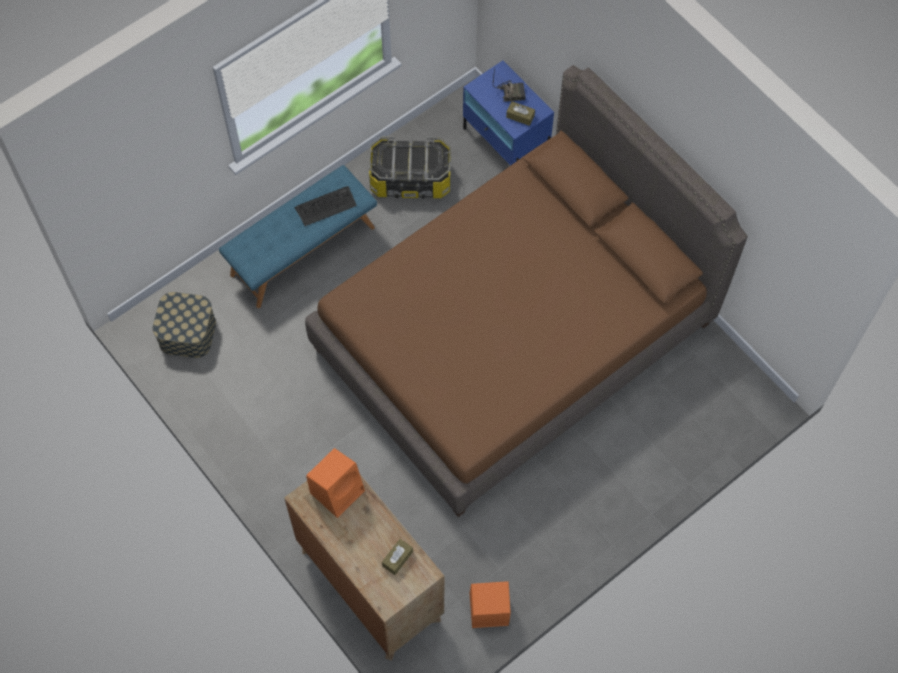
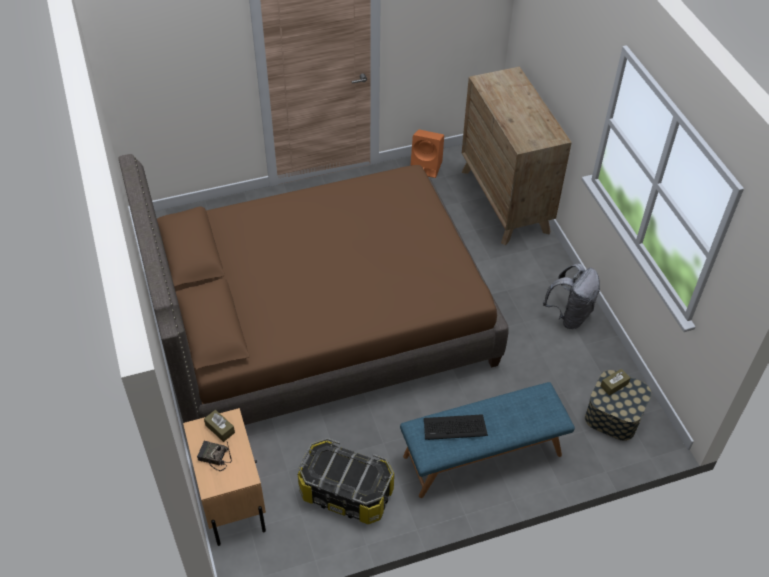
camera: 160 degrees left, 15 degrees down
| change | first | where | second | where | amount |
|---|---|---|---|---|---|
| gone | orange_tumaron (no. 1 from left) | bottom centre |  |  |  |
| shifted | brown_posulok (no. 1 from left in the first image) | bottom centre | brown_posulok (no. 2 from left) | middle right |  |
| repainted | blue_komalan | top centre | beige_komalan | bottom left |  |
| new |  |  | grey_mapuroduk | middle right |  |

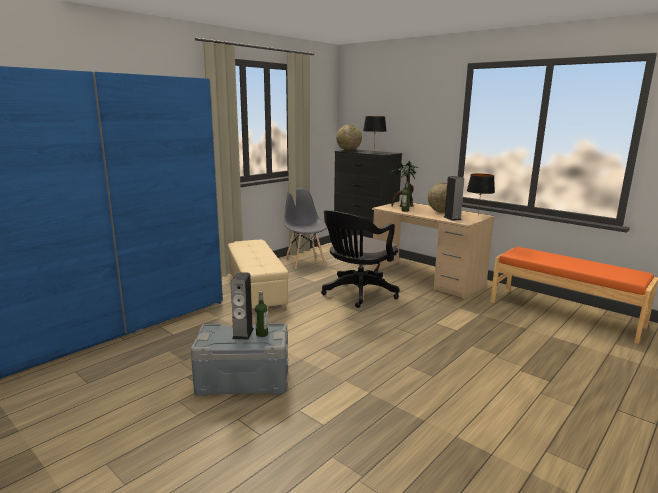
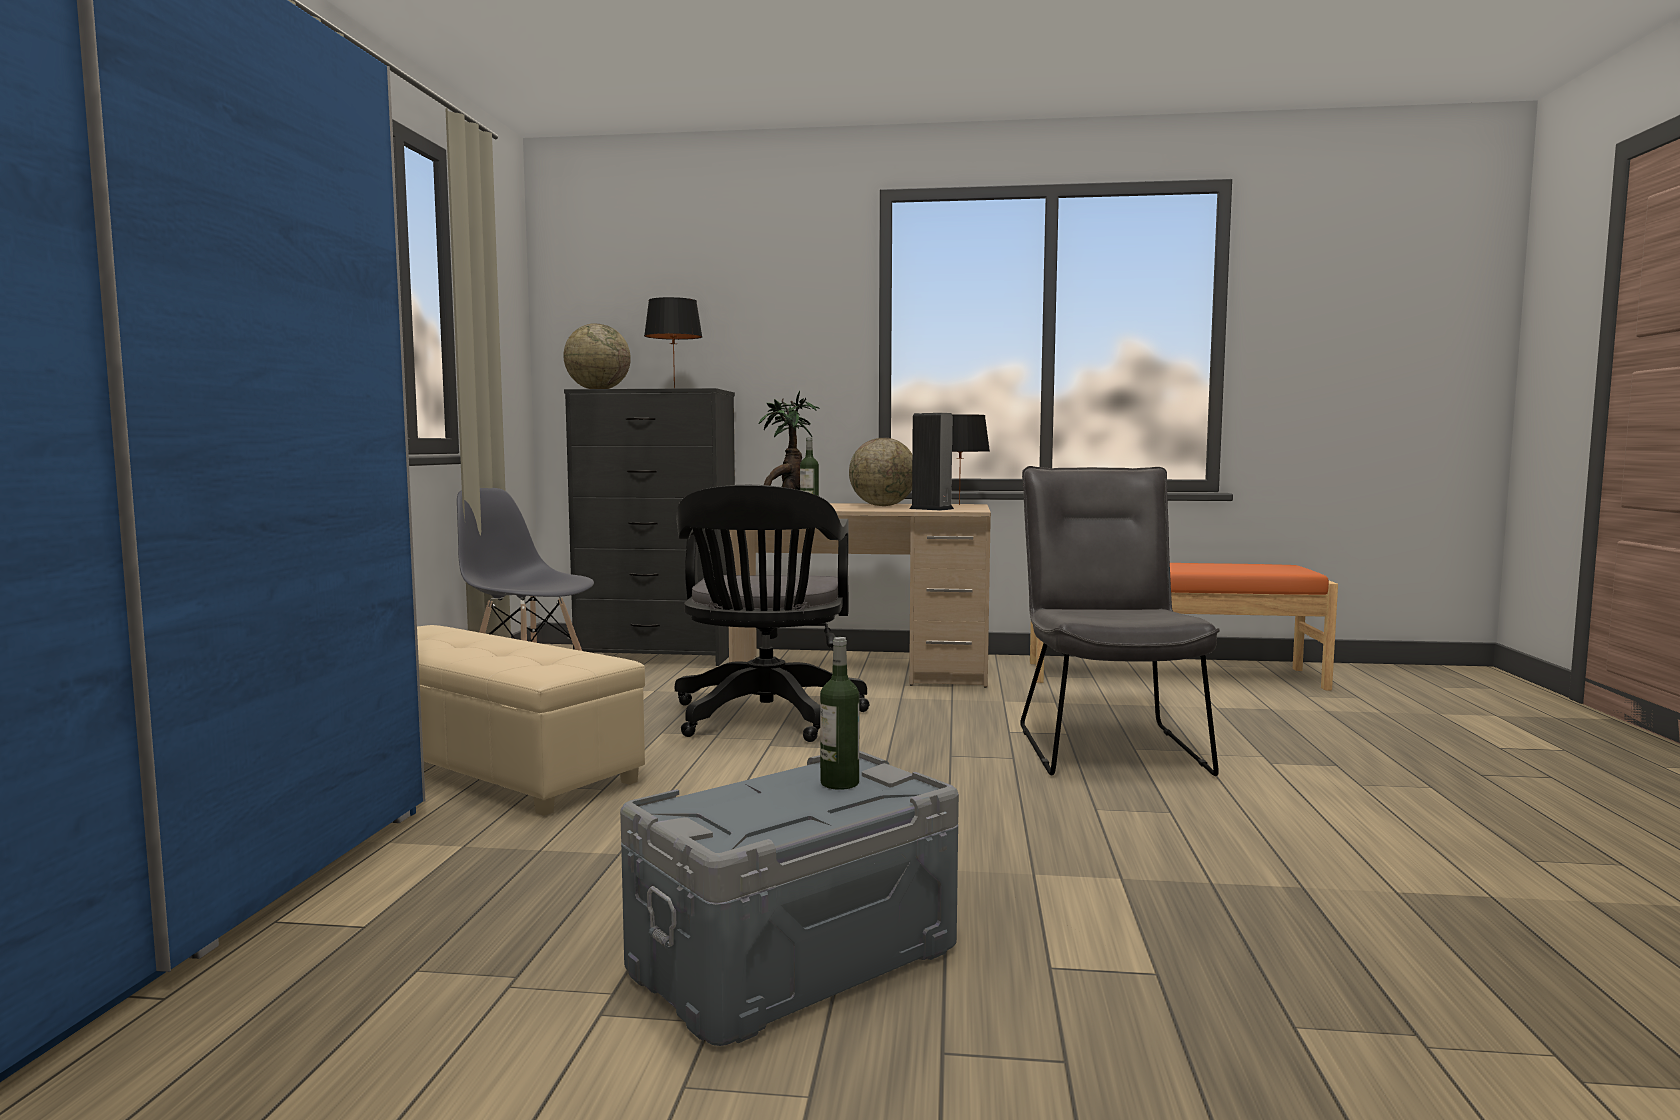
camera: 35 degrees left, 10 degrees down
| change | first | where | second | where | amount |
|---|---|---|---|---|---|
| gone | tumaron (no. 1 from left) | centre |  |  |  |
| new |  |  | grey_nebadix (no. 2 from left) | middle right |  |

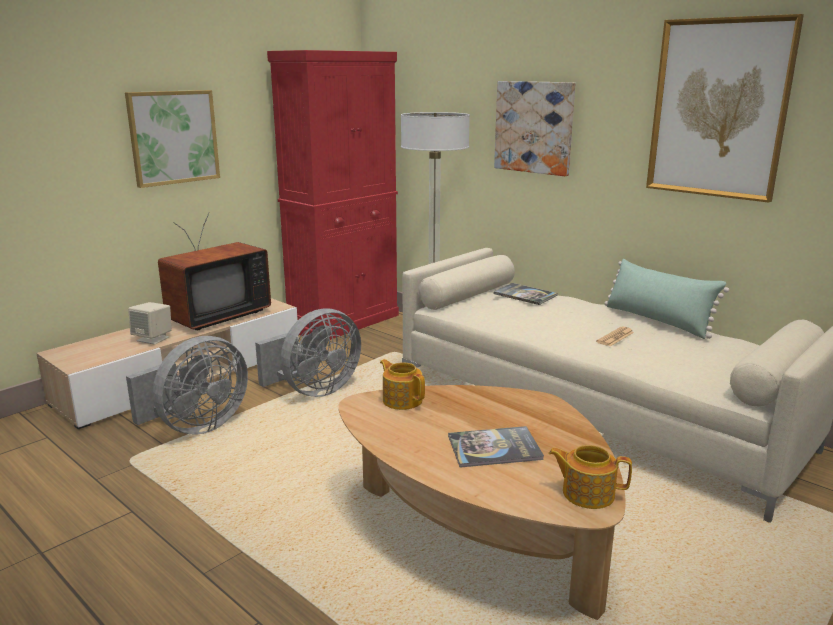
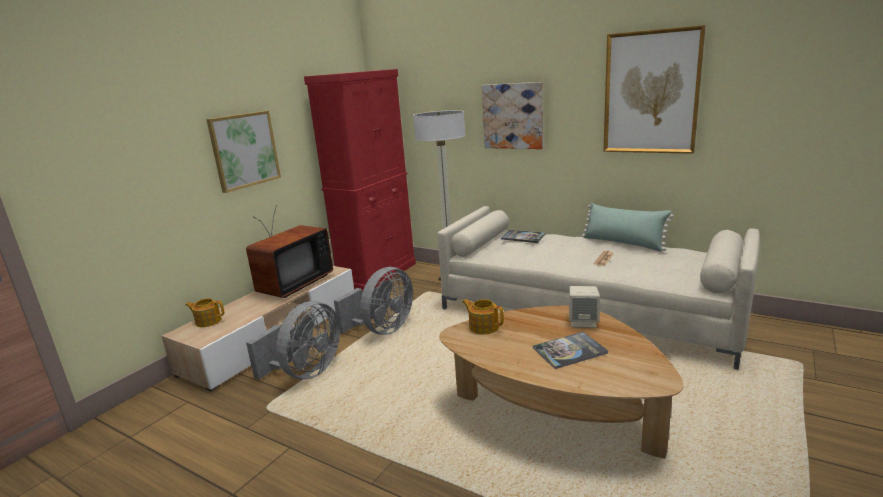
camera: 10 degrees left, 0 degrees up
| change | first | where | second | where | amount |
|---|---|---|---|---|---|
| shifted | beige_tumaron | middle left |  | centre |  |
| shifted | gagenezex (no. 2 from left in the first image) | bottom right | gagenezex (no. 1 from left) | middle left |  |

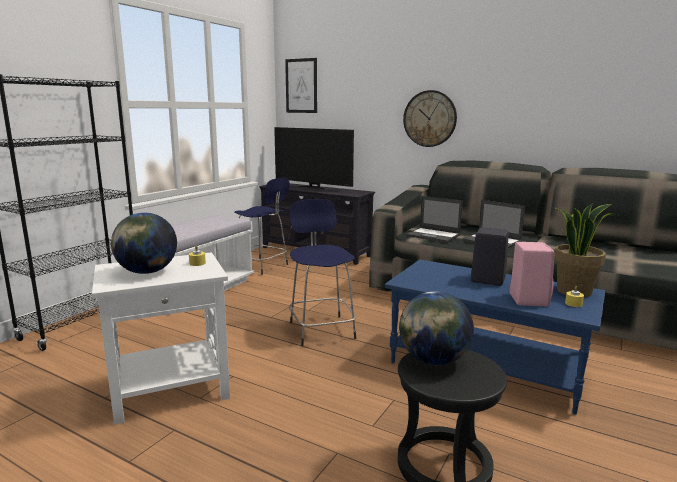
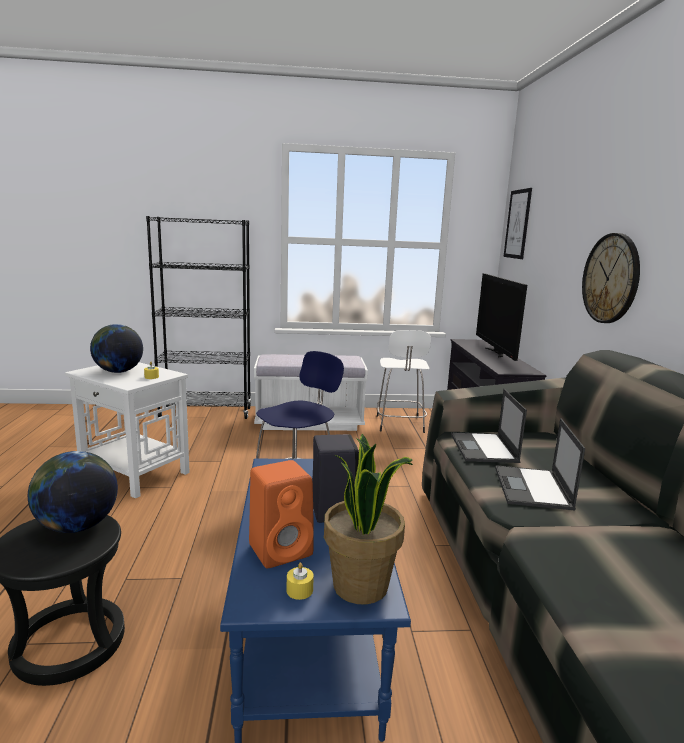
camera: 55 degrees right, 0 degrees up
| change | first | where | second | where | amount |
|---|---|---|---|---|---|
| repainted | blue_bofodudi (no. 1 from left) | centre | white_bofodudi | centre |  |
| repainted | pink_tumaron | middle right | orange_tumaron | bottom centre |  |

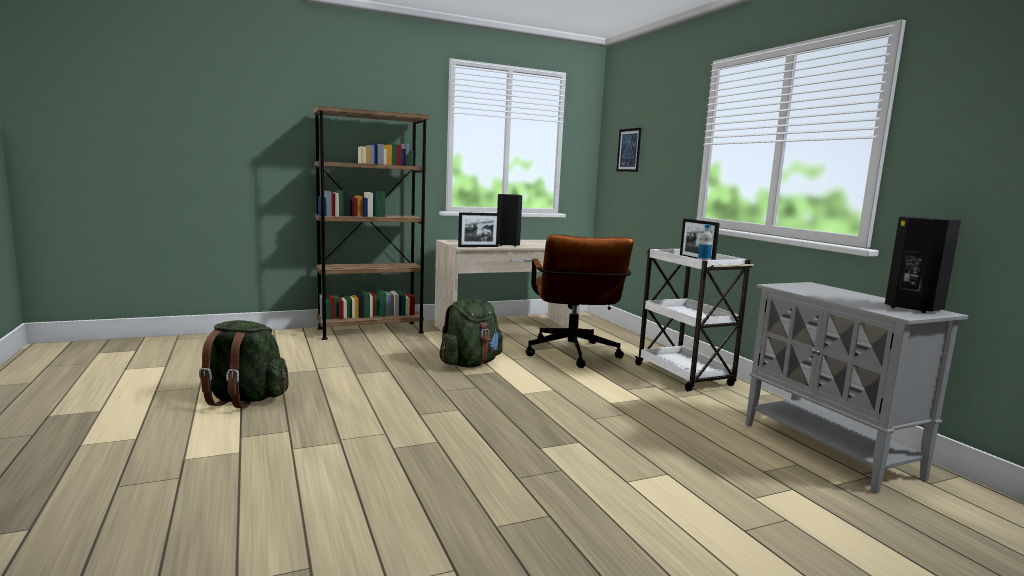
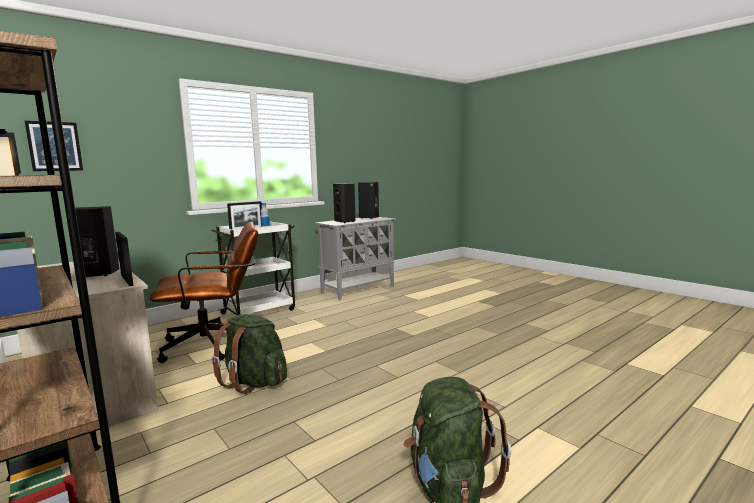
camera: 105 degrees left, 0 degrees up
| change | first | where | second | where | amount |
|---|---|---|---|---|---|
| new |  |  | black_tumaron (no. 2 from left) | centre |  |

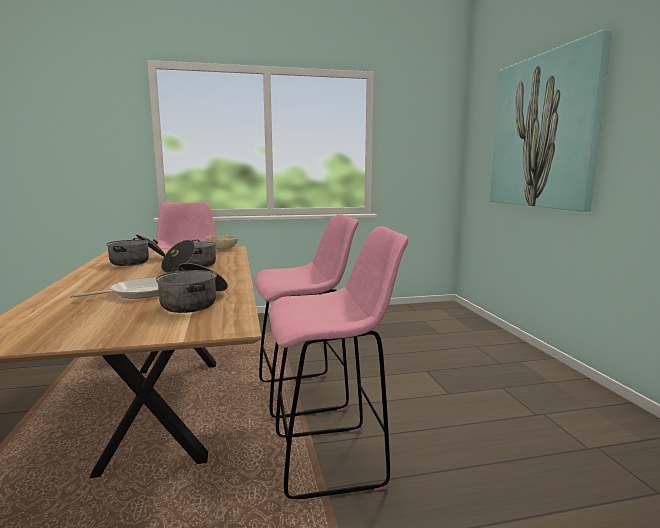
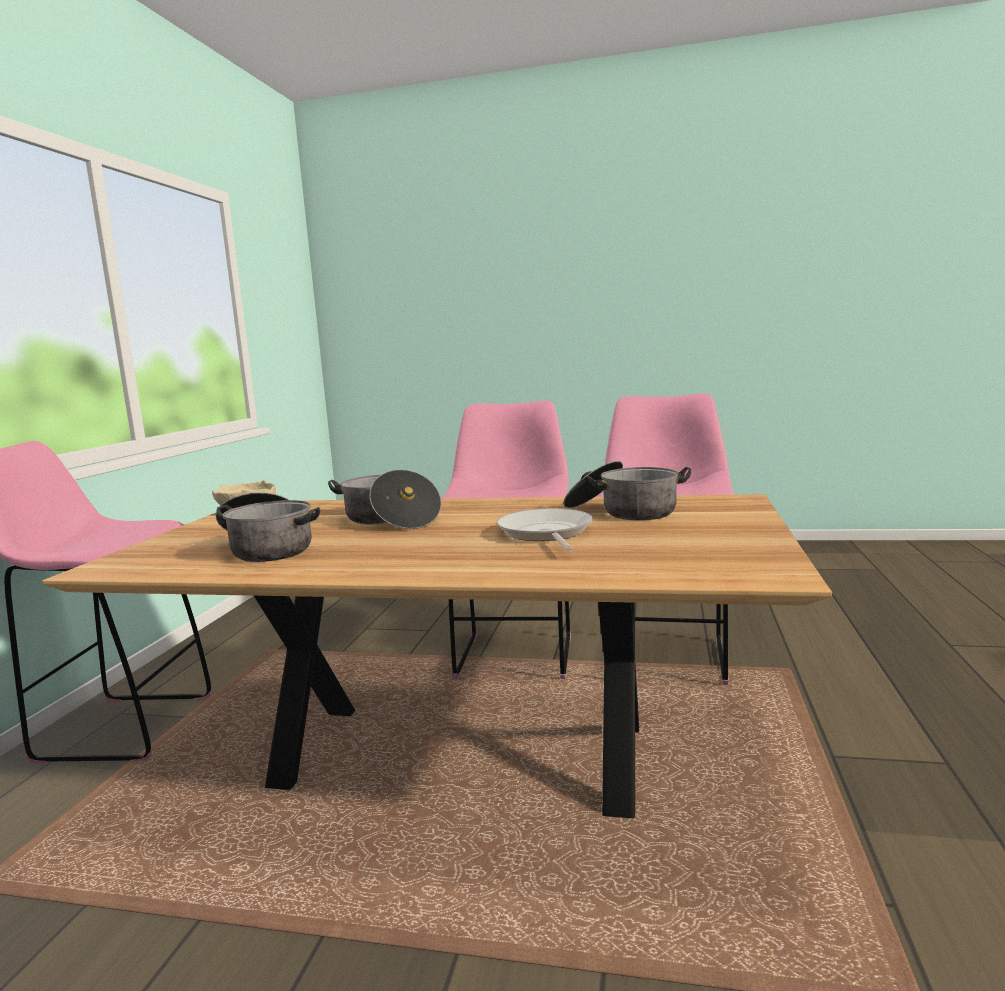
camera: 65 degrees left, 0 degrees up
| change | first | where | second | where | amount |
|---|---|---|---|---|---|
| gone | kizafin | top right |  |  |  |

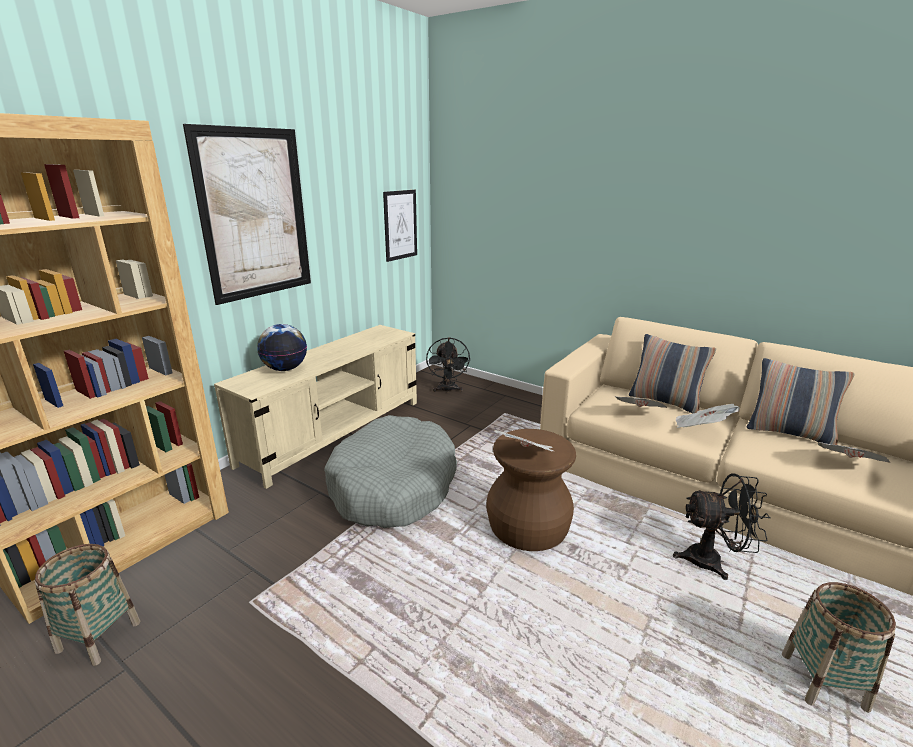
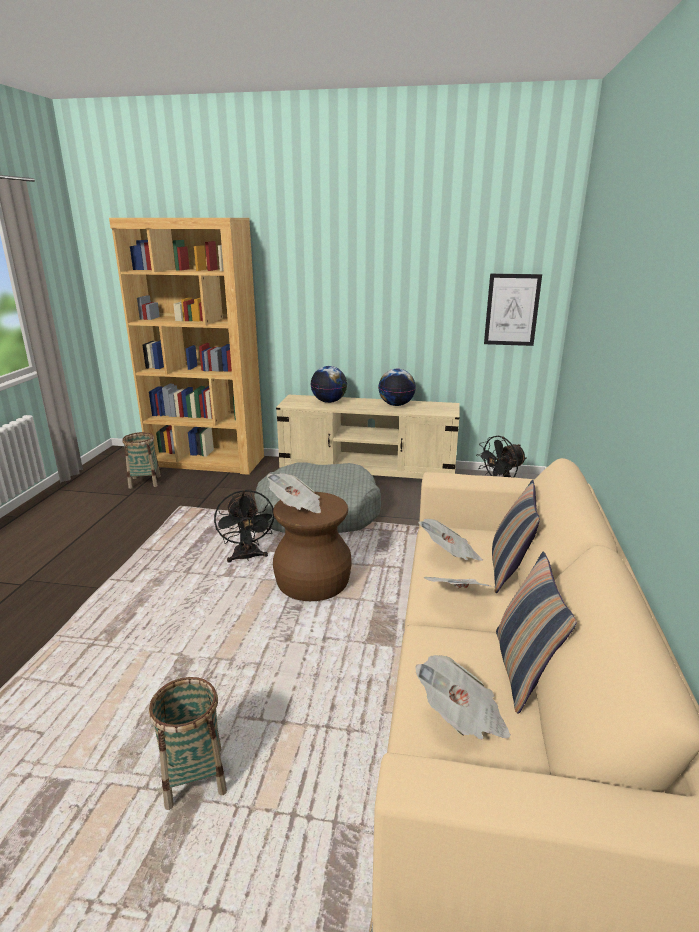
camera: 65 degrees right, 0 degrees up
| change | first | where | second | where | amount |
|---|---|---|---|---|---|
| gone | kizafin (no. 1 from left) | top left |  |  |  |
| shifted | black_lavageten (no. 2 from left in the first image) | bottom right | black_lavageten (no. 1 from left) | centre |  |
| new |  |  | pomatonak (no. 2 from left) | centre |  |

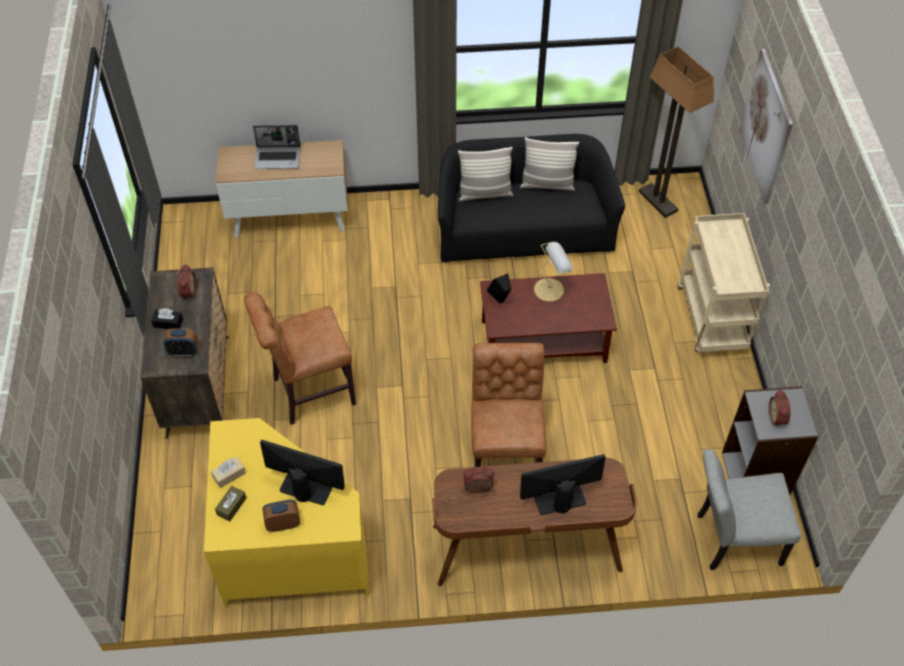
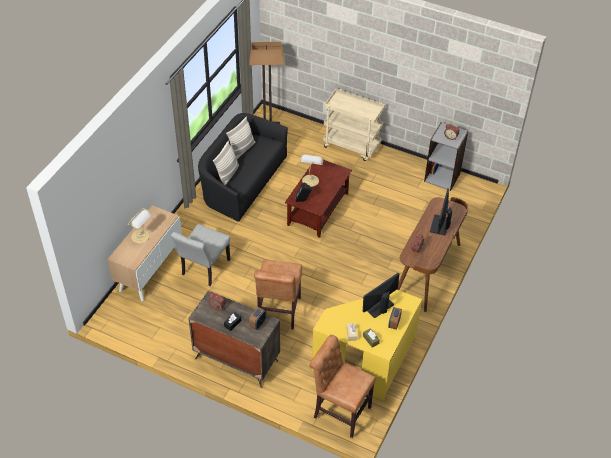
camera: 60 degrees left, 5 degrees down
| change | first | where | second | where | amount |
|---|---|---|---|---|---|
| swapped | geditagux | top left | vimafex (no. 1 from left) | middle left |  |
| shifted | brown_nebadix (no. 2 from left) | centre |  | bottom centre |  |
| shifted | grey_nebadix | bottom right |  | middle left |  |
| gone | kizafin | top right |  |  |  |

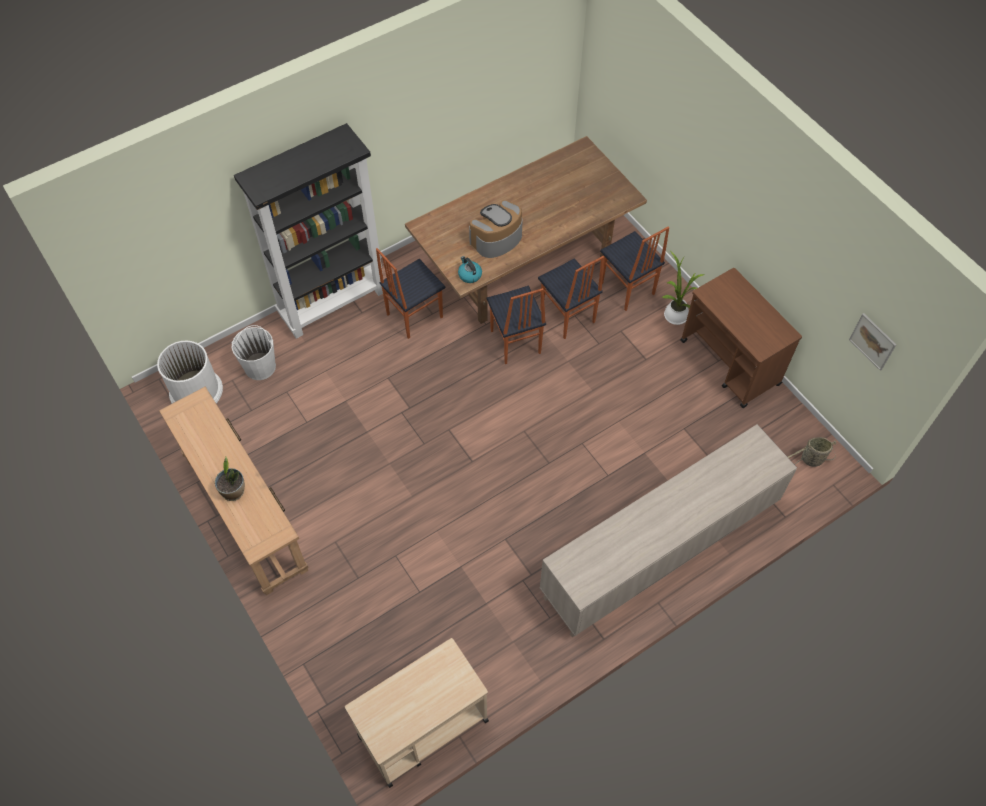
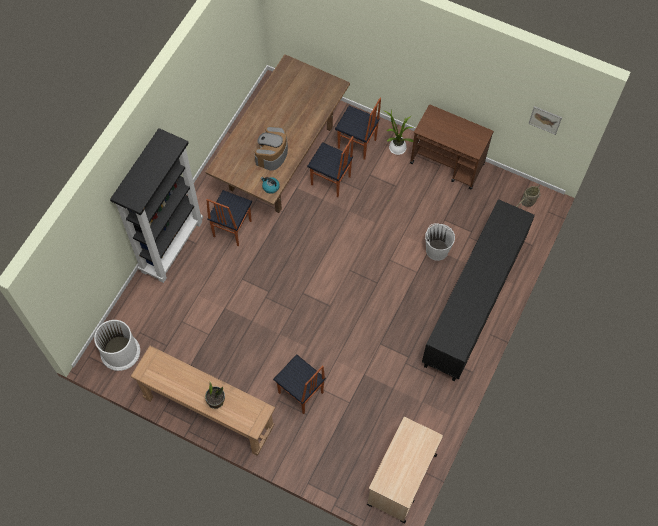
camera: 30 degrees left, 5 degrees up
| change | first | where | second | where | amount |
|---|---|---|---|---|---|
| shifted | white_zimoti | middle left |  | middle right |  |
| shifted | nebadix (no. 2 from left) | centre |  | bottom centre |  |
| repainted | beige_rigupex | middle right | black_rigupex | middle right |  |

